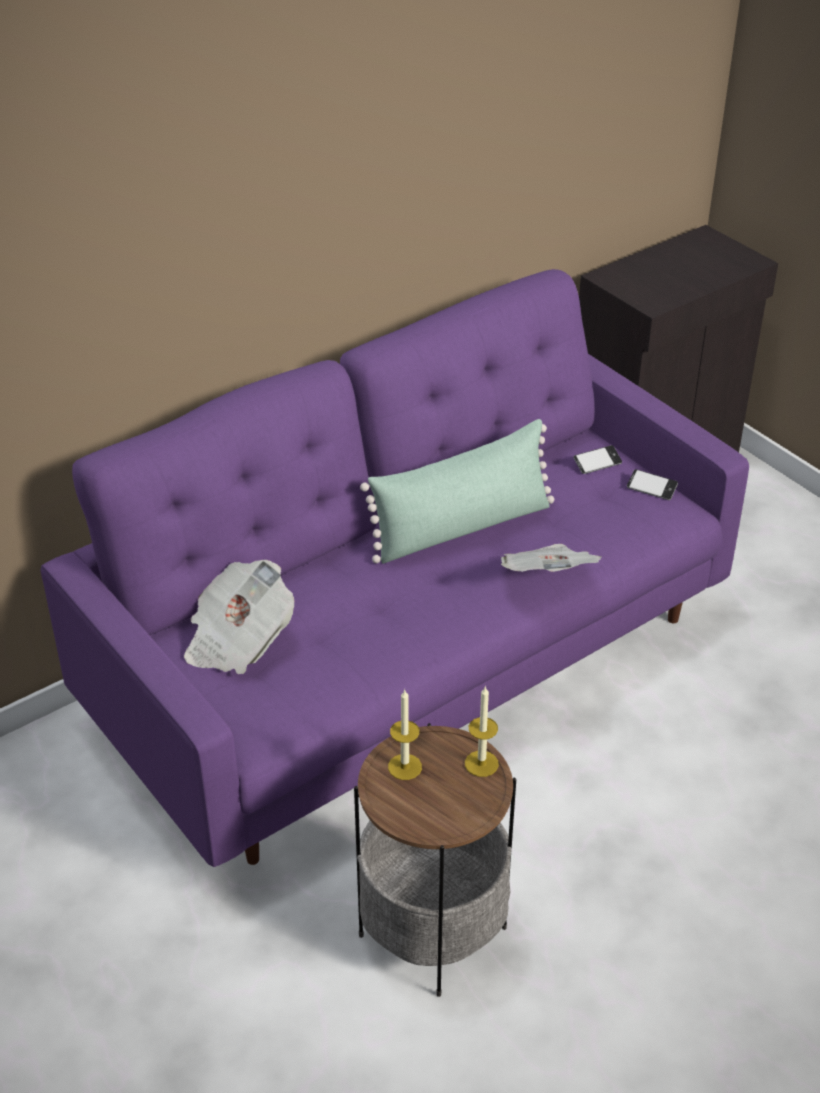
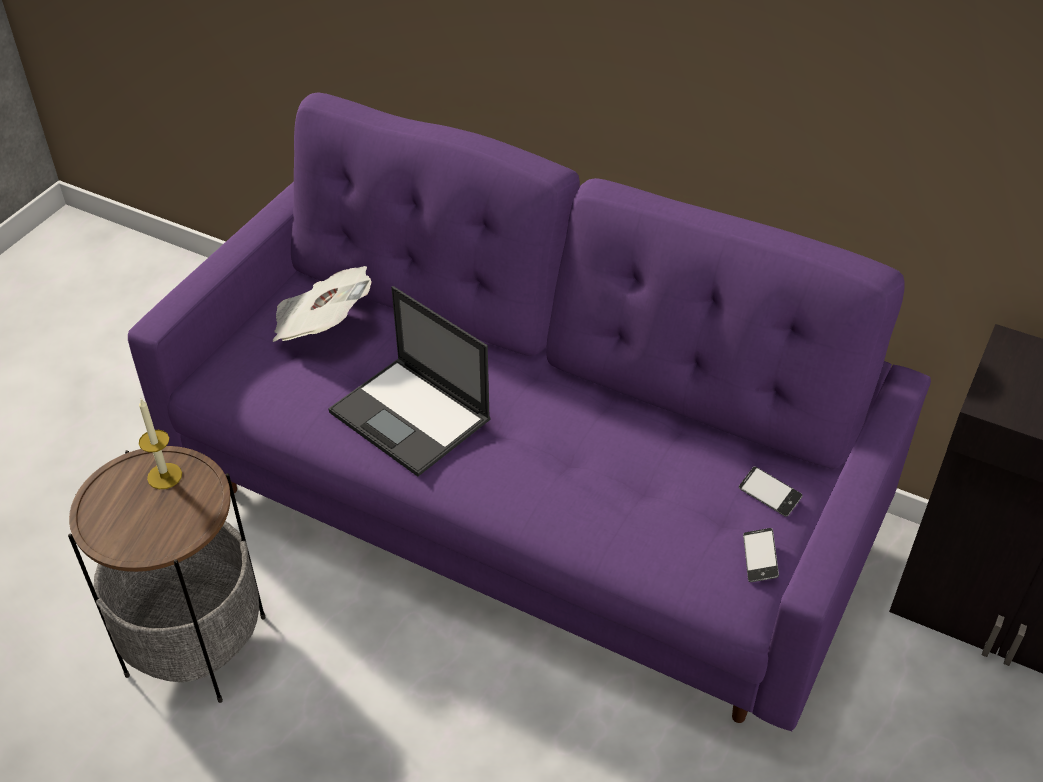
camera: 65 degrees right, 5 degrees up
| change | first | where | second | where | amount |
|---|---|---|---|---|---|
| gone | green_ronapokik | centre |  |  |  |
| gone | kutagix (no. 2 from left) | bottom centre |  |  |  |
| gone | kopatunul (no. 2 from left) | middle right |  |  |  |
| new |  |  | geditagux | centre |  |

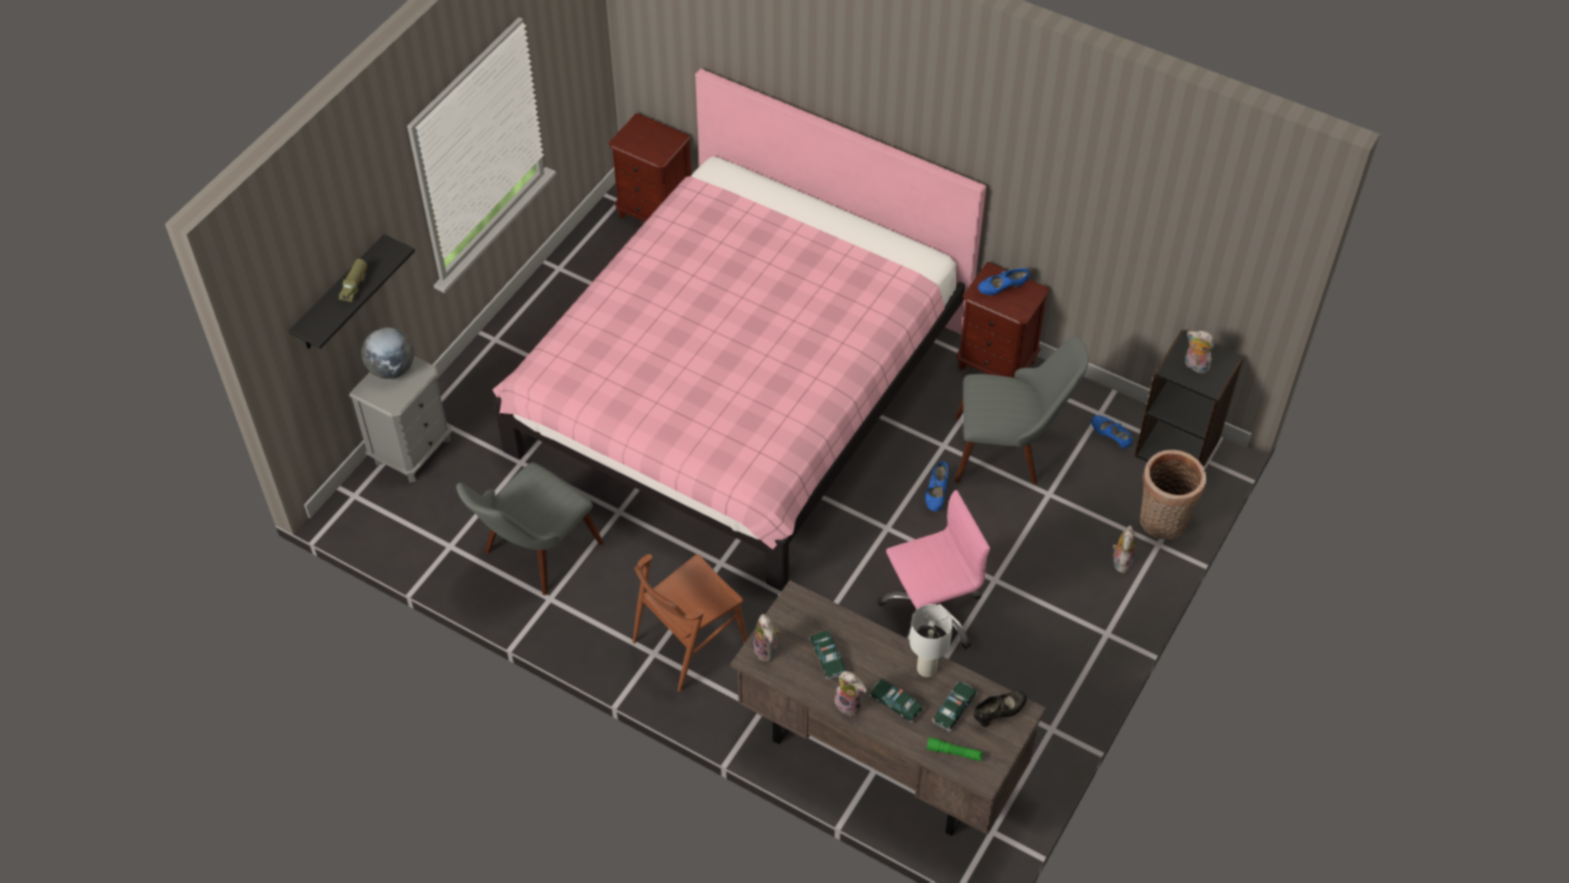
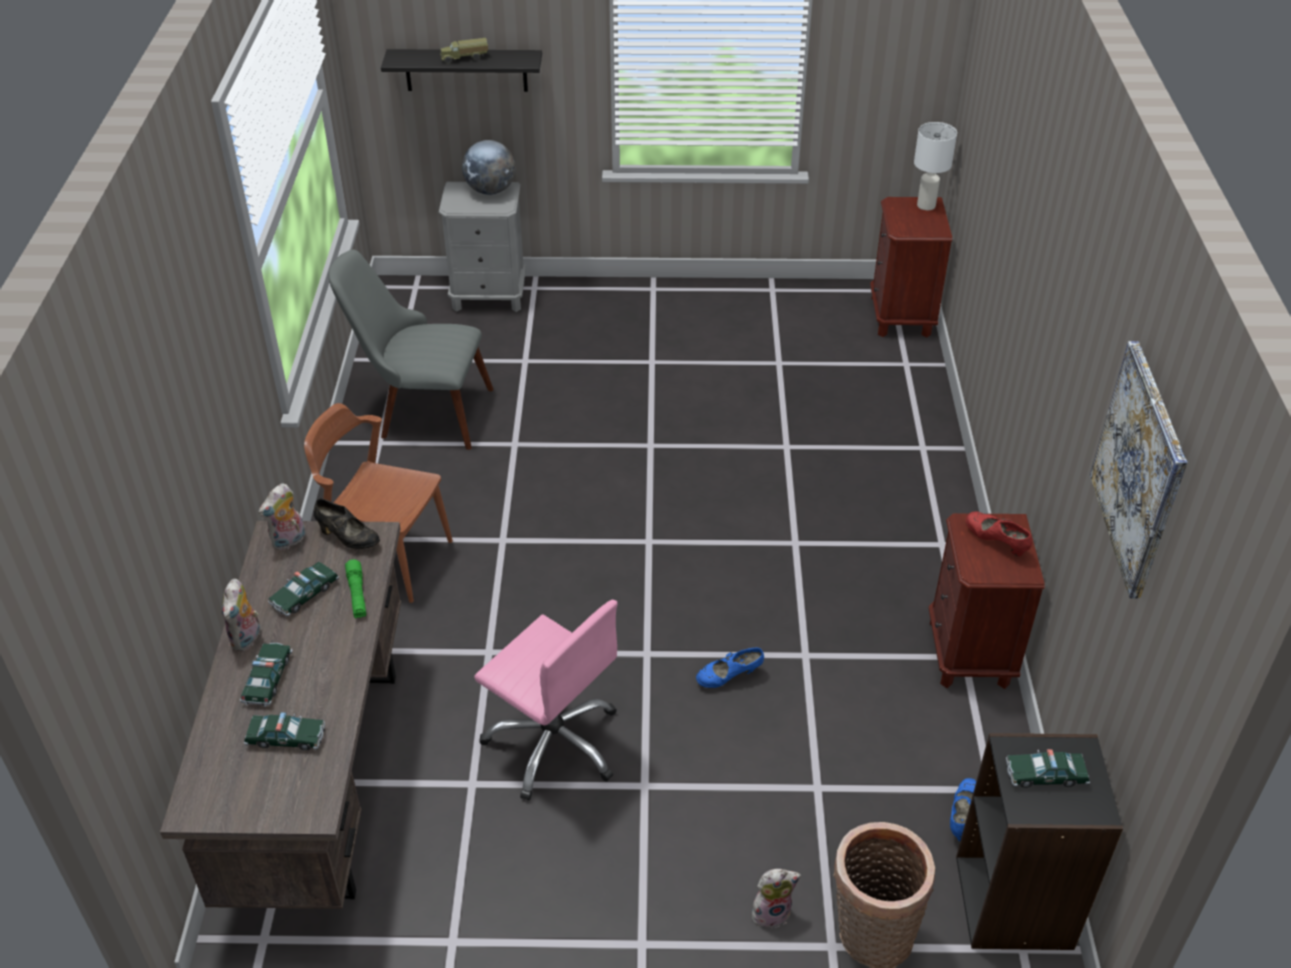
camera: 60 degrees right, 10 degrees down
| change | first | where | second | where | amount |
|---|---|---|---|---|---|
| gone | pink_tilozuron | centre |  |  |  |
| shifted | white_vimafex | bottom centre |  | top right |  |
| shifted | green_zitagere | bottom centre |  | middle left |  |
| gone | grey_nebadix (no. 2 from left) | centre |  |  |  |
| shifted | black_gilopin | bottom centre |  | middle left |  |
| repainted | blue_gilopin (no. 2 from left) | top centre | red_gilopin | middle right |  |
| swapped | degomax (no. 4 from left) | middle right | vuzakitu (no. 4 from left) | bottom right |  |
| new |  |  | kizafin | middle right |  |

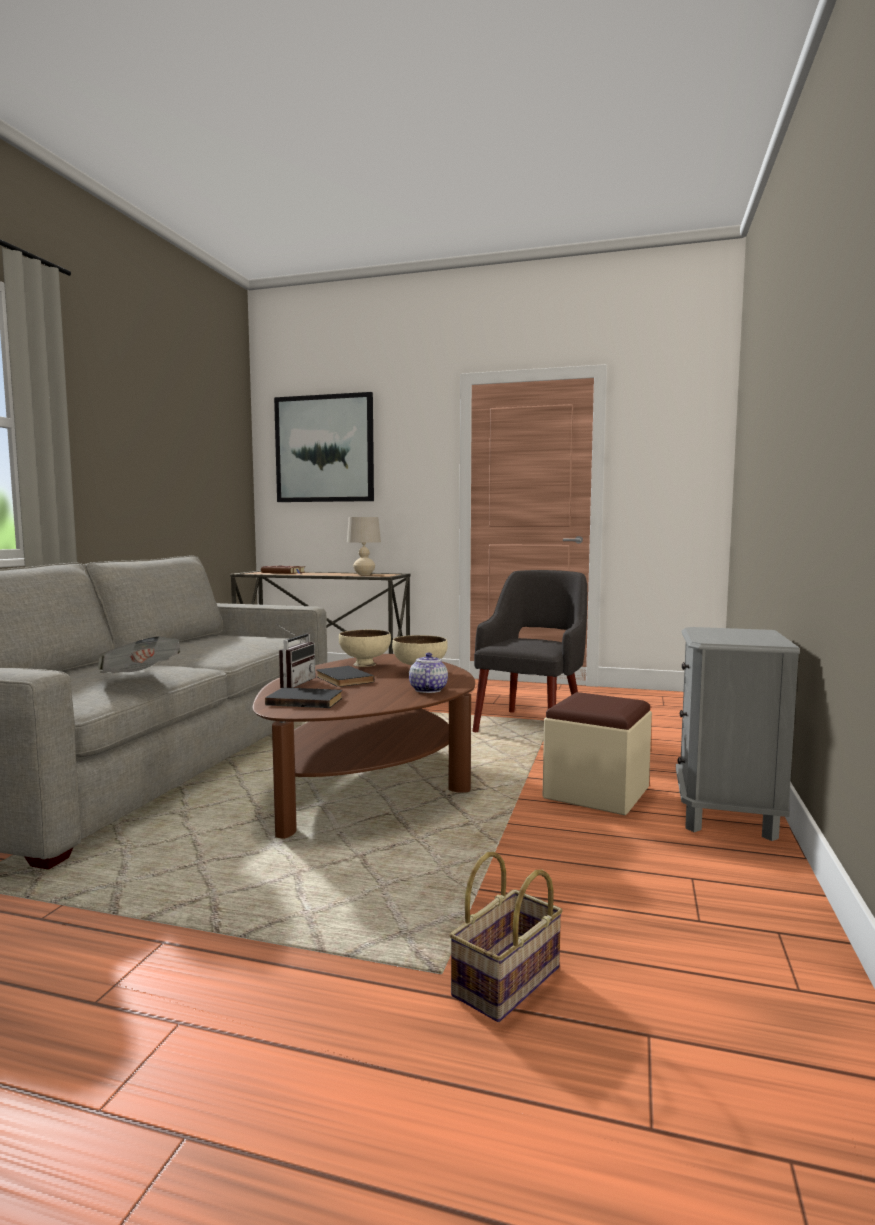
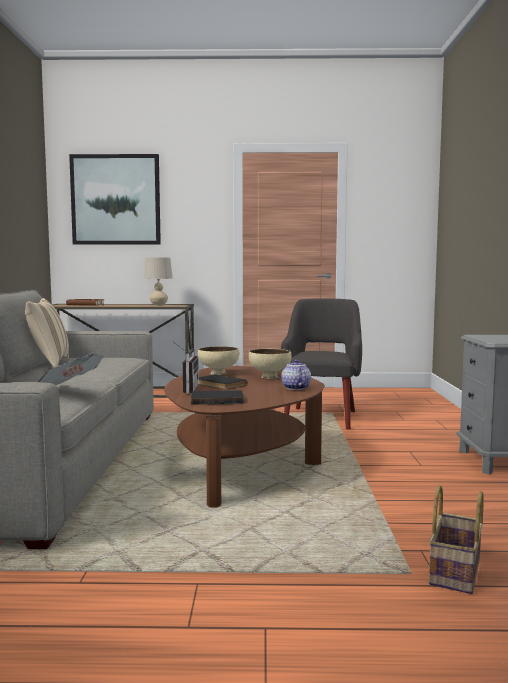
camera: 15 degrees left, 0 degrees up
| change | first | where | second | where | amount |
|---|---|---|---|---|---|
| gone | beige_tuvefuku | middle right |  |  |  |
| new |  |  | beige_ronapokik | middle left |  |

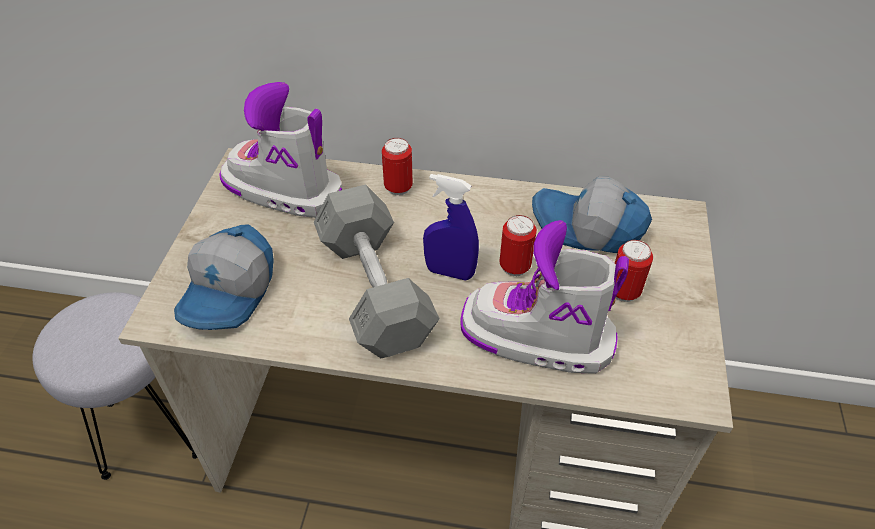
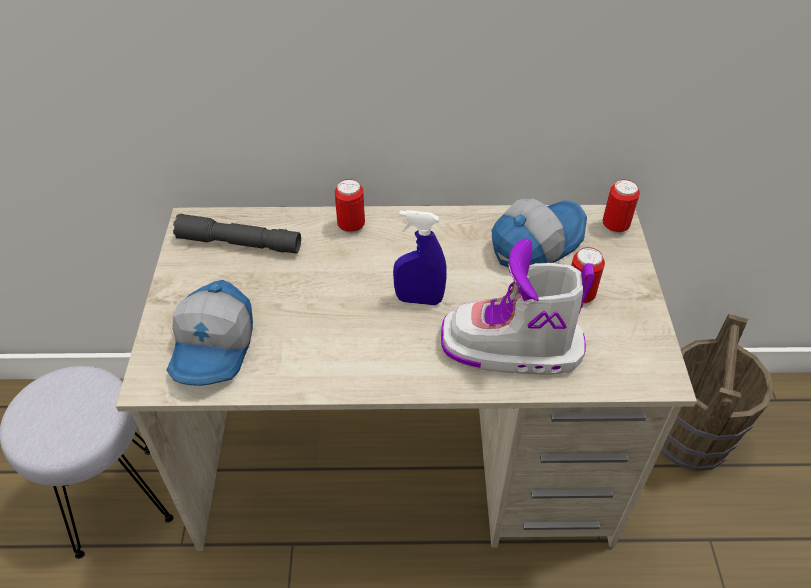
camera: 10 degrees left, 0 degrees up
| change | first | where | second | where | amount |
|---|---|---|---|---|---|
| swapped | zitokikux (no. 1 from left) | top left | grey_zitagere | middle left |  |
| gone | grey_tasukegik | centre |  |  |  |
| shifted | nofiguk (no. 2 from left in the first image) | centre | nofiguk (no. 3 from left) | middle right |  |
| rotated | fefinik (no. 2 from left) | middle right |  | centre | 135 degrees clockwise |
| new |  |  | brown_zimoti | bottom right |  |

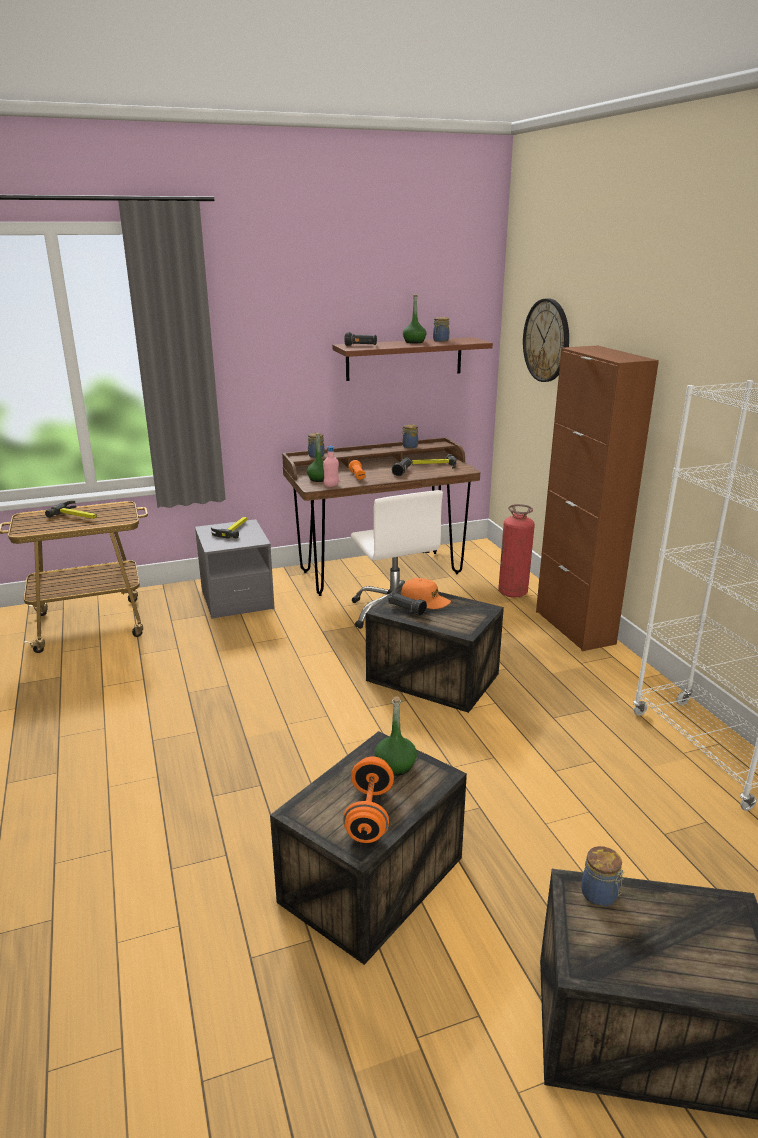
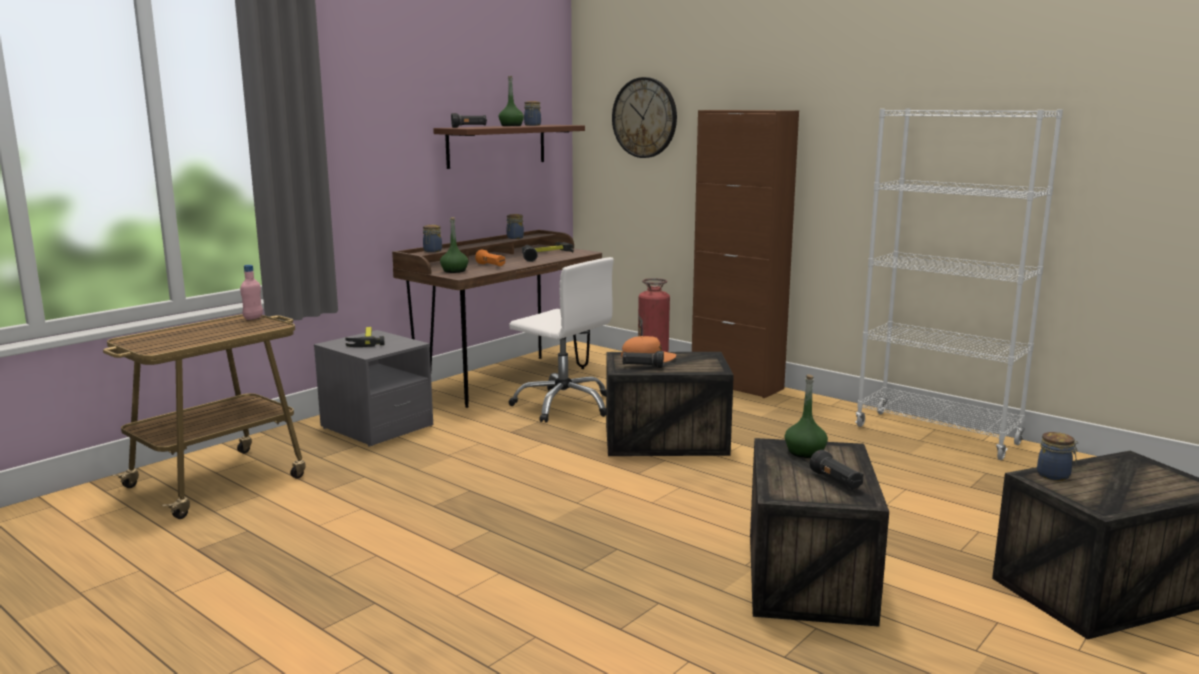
camera: 30 degrees left, 10 degrees down
| change | first | where | second | where | amount |
|---|---|---|---|---|---|
| gone | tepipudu (no. 1 from left) | middle left |  |  |  |
| shifted | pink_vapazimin | centre |  | middle left |  |
| swapped | orange_tasukegik | bottom centre | black_zitagere (no. 4 from left) | bottom right |  |

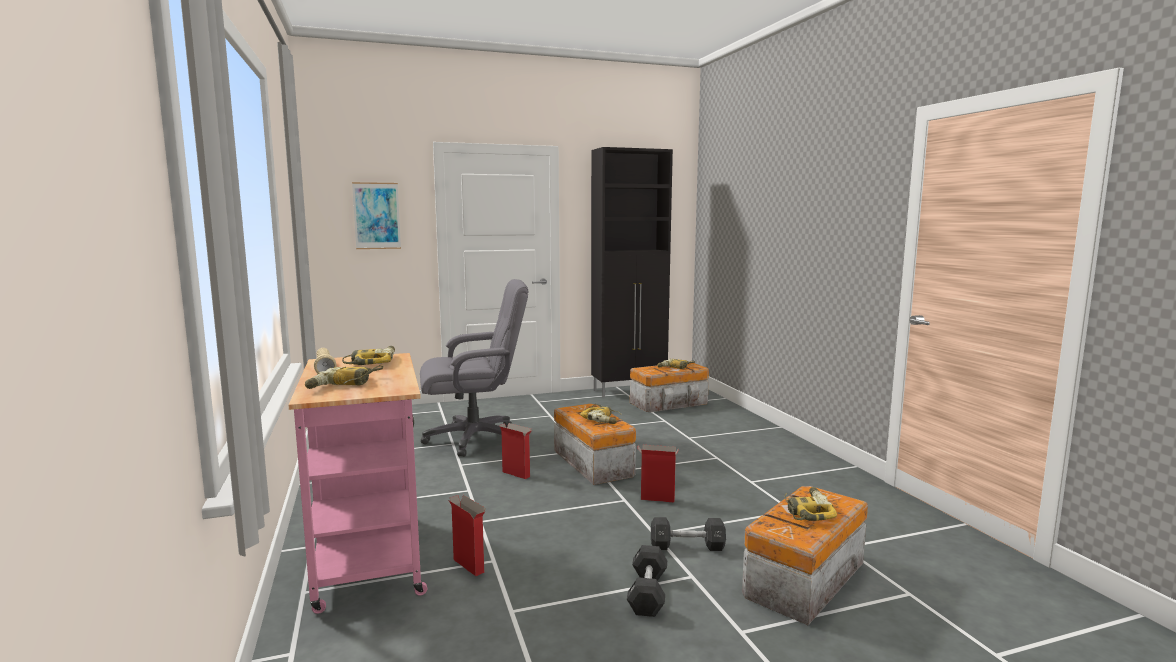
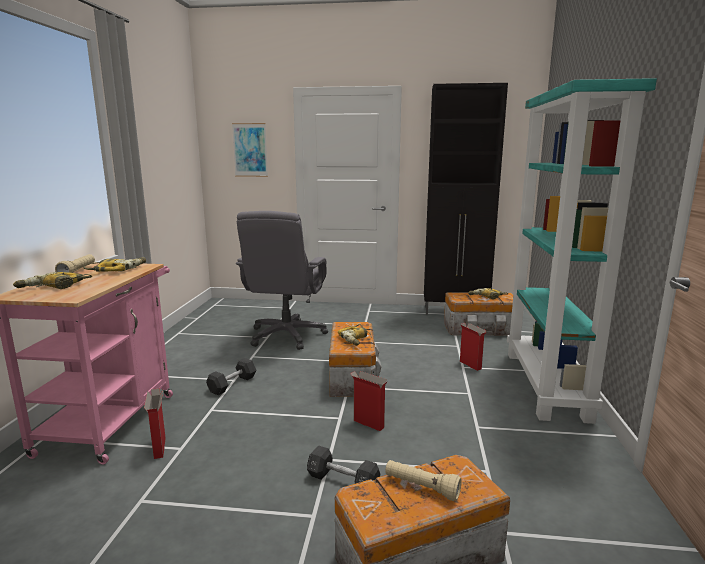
camera: 25 degrees right, 5 degrees up
| change | first | where | second | where | amount |
|---|---|---|---|---|---|
| rotated | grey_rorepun | centre |  | centre | 90 degrees clockwise |
| shifted | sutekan (no. 2 from left in the first image) | bottom centre | sutekan (no. 3 from left) | middle right |  |
| shifted | black_tasukegik (no. 1 from left) | bottom centre |  | bottom left |  |
| swapped | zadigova (no. 5 from left) | bottom right | beige_zitagere (no. 2 from left) | bottom centre |  |
| new |  |  | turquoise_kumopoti | middle right |  |

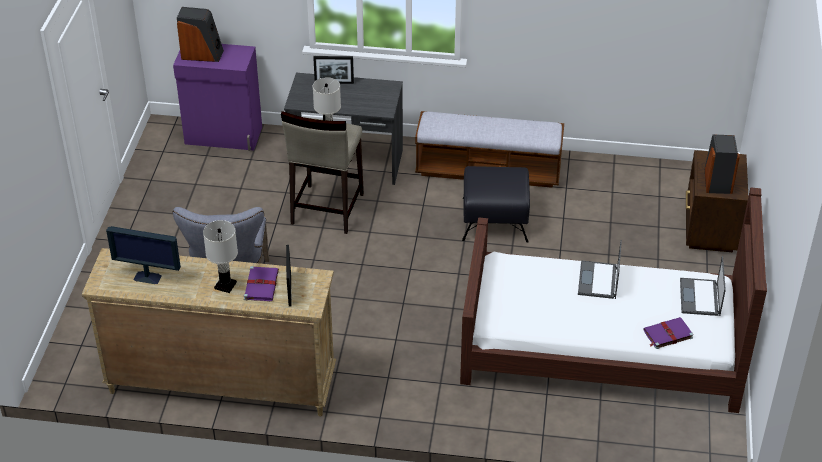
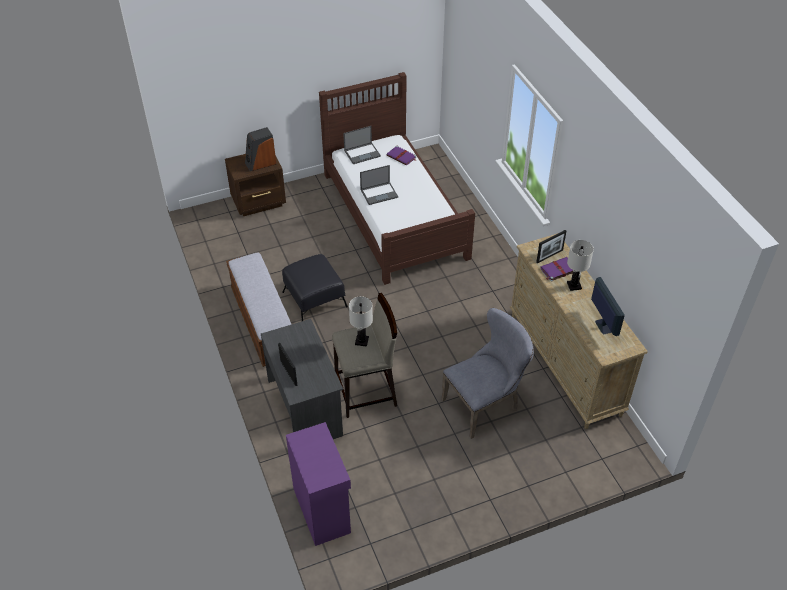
camera: 120 degrees left, 5 degrees up
| change | first | where | second | where | amount |
|---|---|---|---|---|---|
| gone | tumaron (no. 1 from left) | top left |  |  |  |

